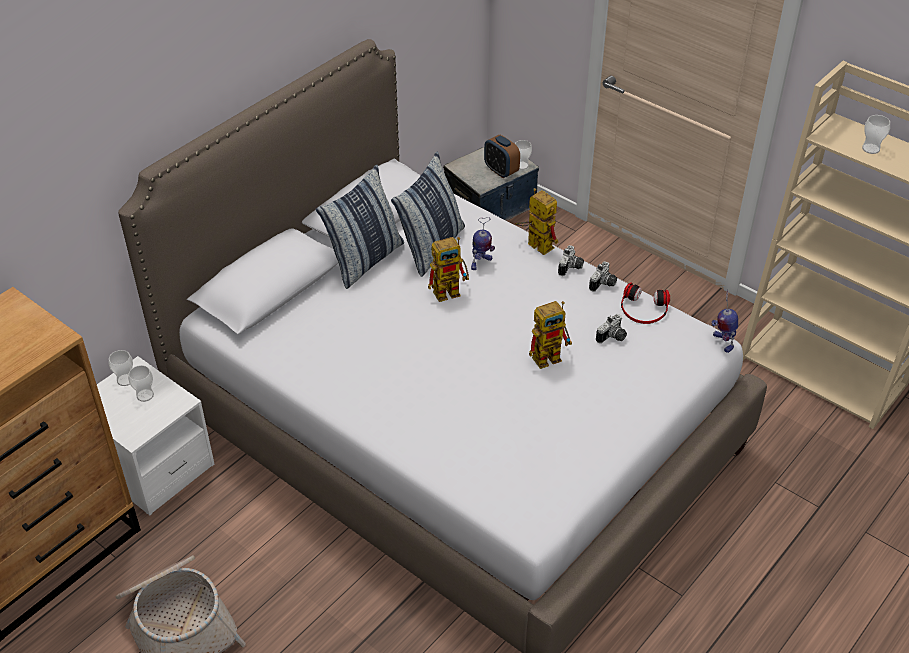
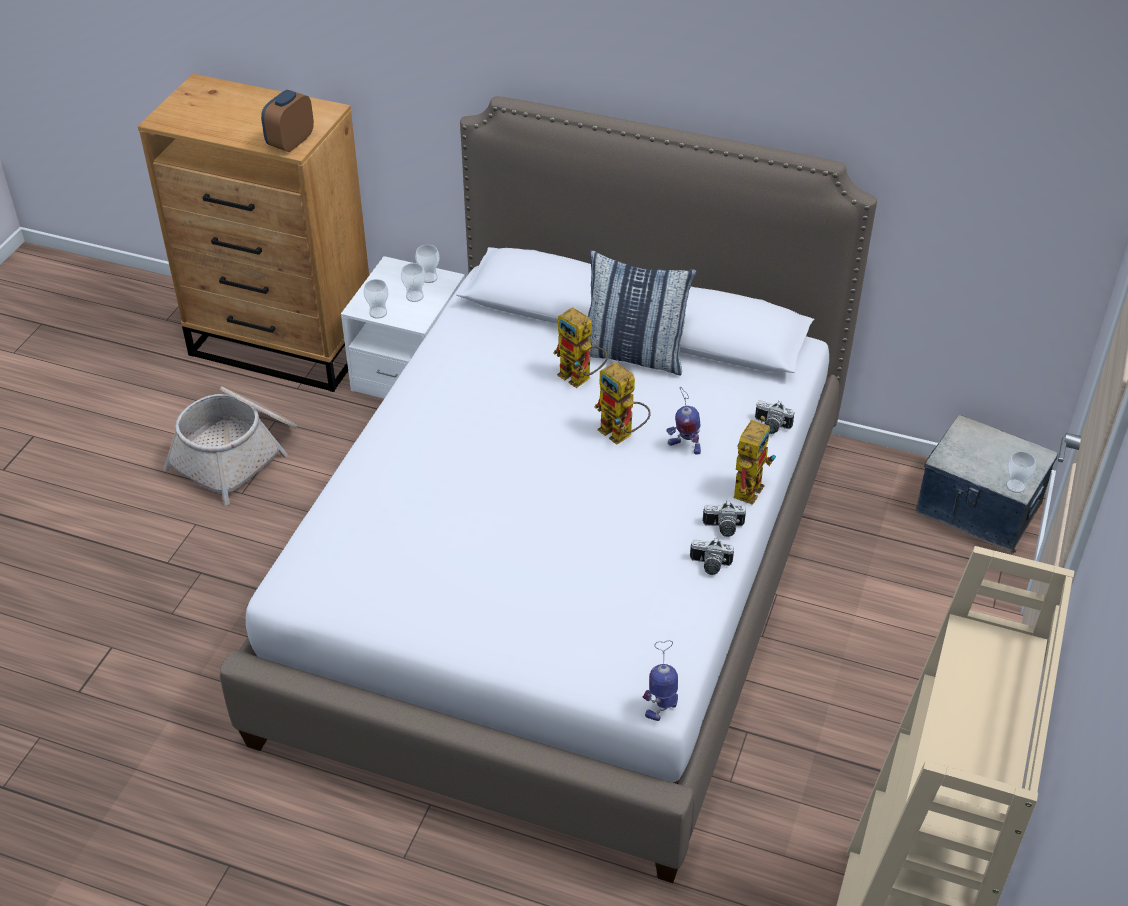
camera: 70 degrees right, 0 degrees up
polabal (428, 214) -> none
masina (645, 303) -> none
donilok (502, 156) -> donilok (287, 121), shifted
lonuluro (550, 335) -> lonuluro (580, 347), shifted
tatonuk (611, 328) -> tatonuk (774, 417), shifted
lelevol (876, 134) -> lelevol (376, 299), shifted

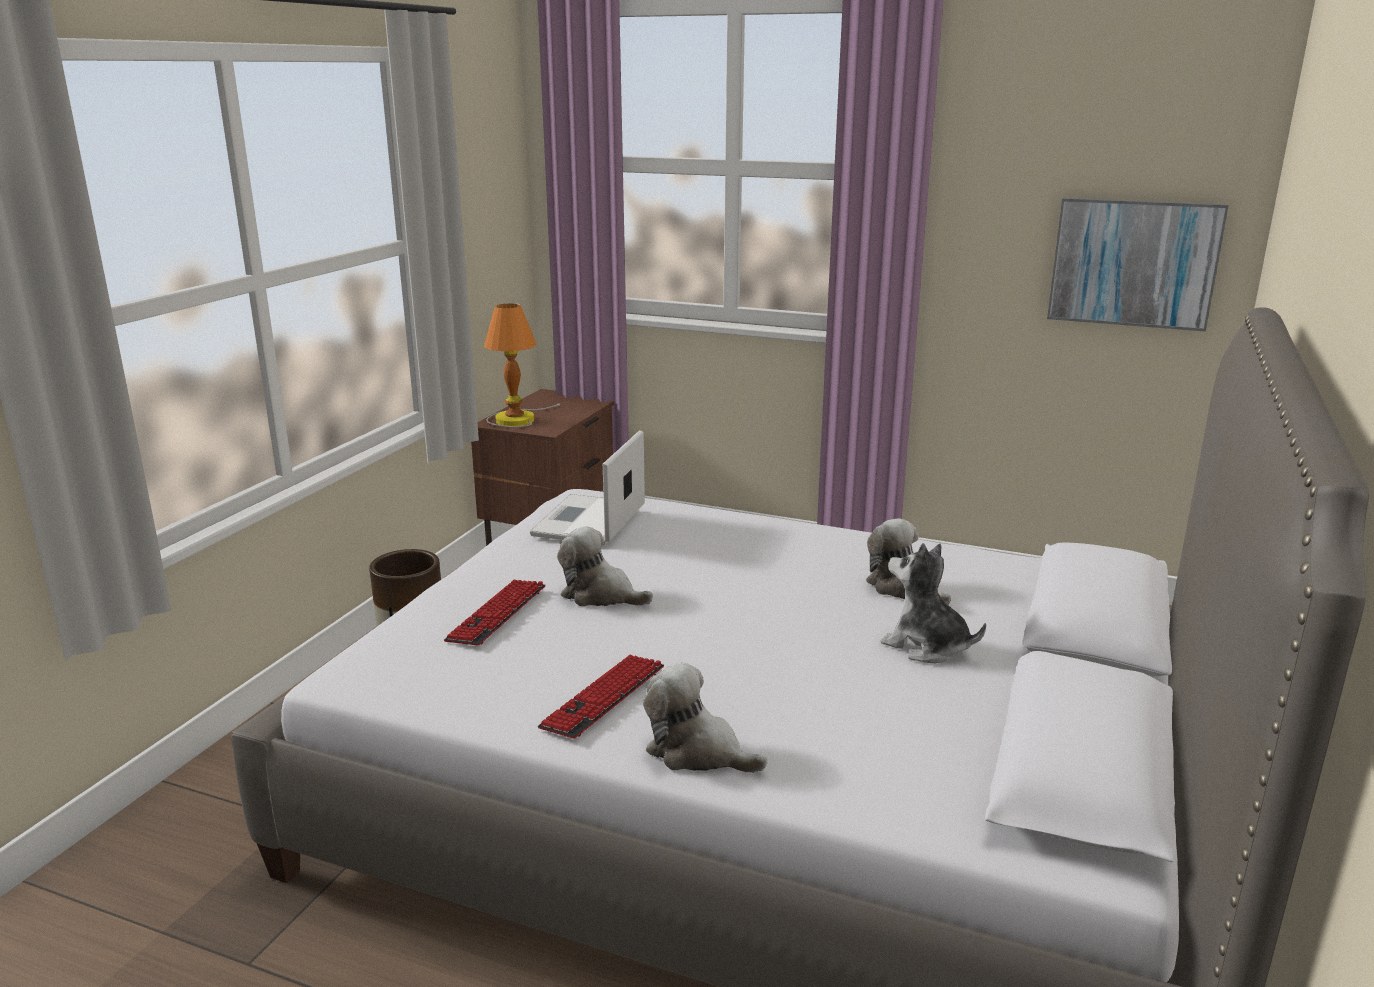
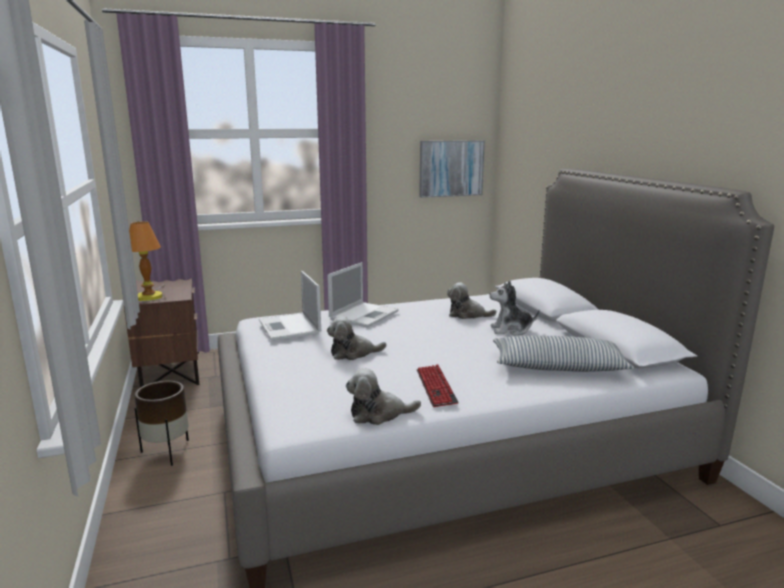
camera: 40 degrees left, 5 degrees down
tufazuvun (494, 612) -> none
none -> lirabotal (363, 295)
none -> polabal (563, 354)
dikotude (705, 718) -> dikotude (383, 396), shifted

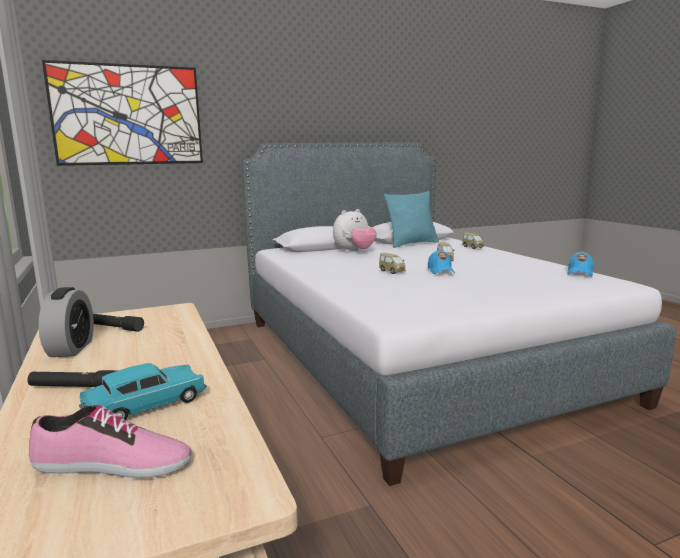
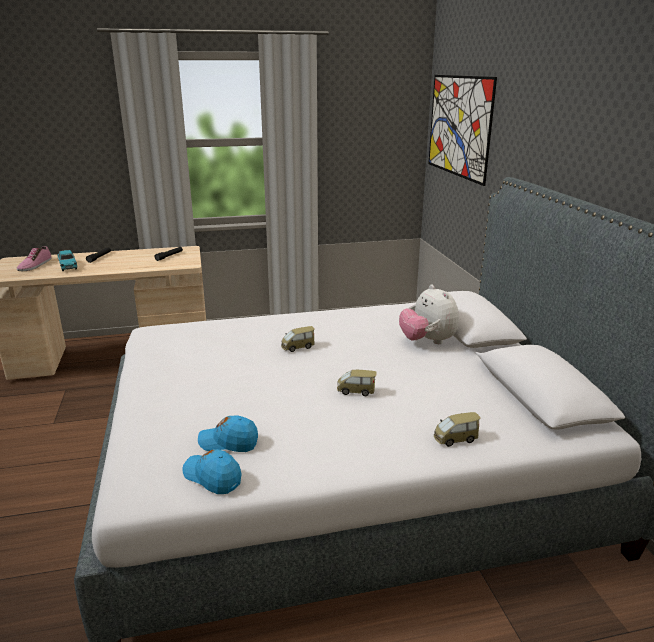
camera: 100 degrees right, 10 degrees up
donilok (66, 322) -> none
turquoise polabal (411, 219) -> none
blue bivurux (441, 262) -> blue bivurux (228, 434), shifted

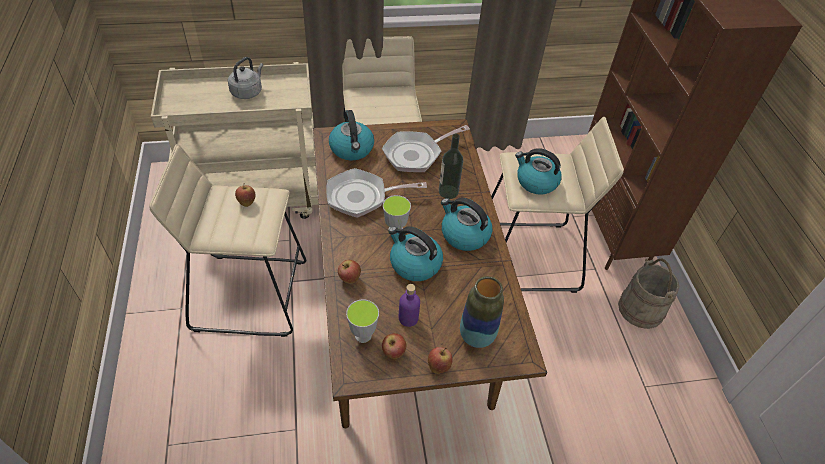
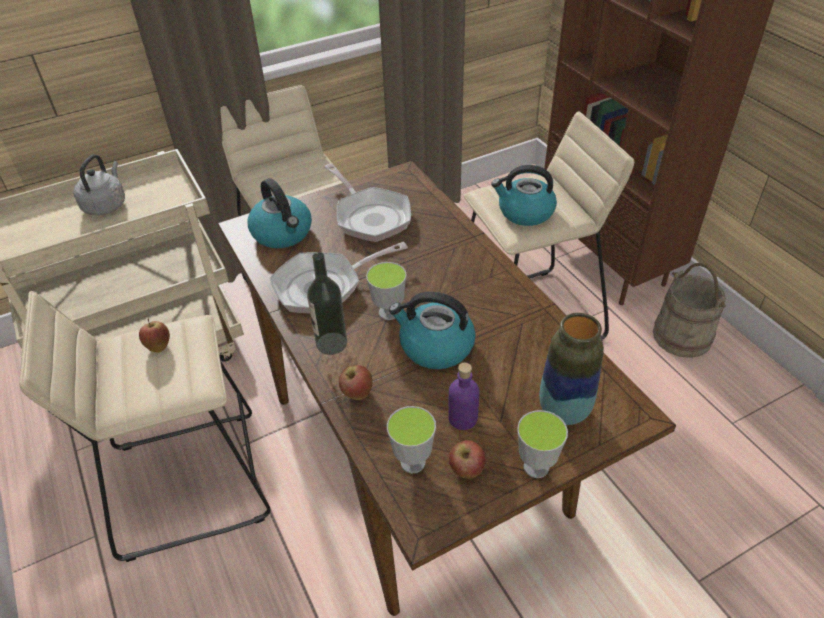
camera: 15 degrees left, 5 degrees down
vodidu (466, 224) -> none
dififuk (451, 166) -> dififuk (327, 303), shifted
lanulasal (440, 360) -> lelevol (542, 444)
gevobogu (426, 148) -> gevobogu (367, 202), 75 degrees counterclockwise

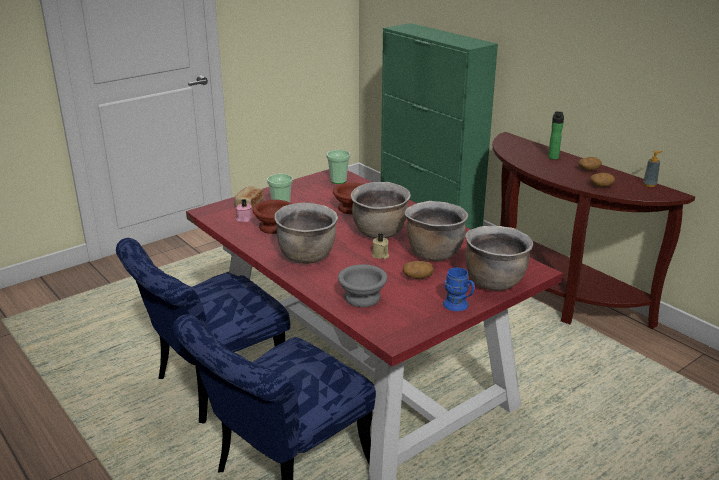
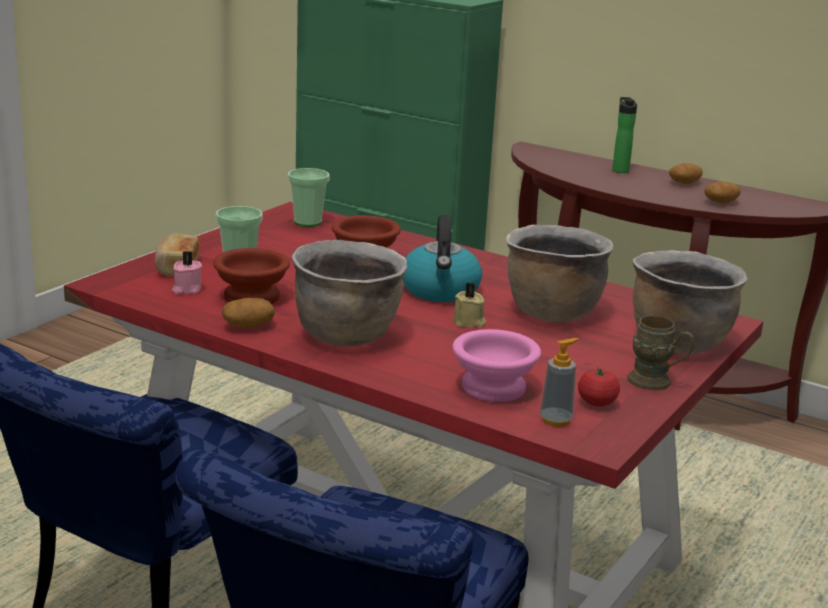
camera: 20 degrees left, 5 degrees down
none -> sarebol (599, 386)
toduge (418, 270) -> toduge (248, 313), shifted
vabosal (653, 169) -> vabosal (559, 382), shifted
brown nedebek (381, 210) -> vodidu (442, 258)
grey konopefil (362, 285) -> pink konopefil (497, 365)
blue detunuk (459, 289) -> brown detunuk (660, 353)

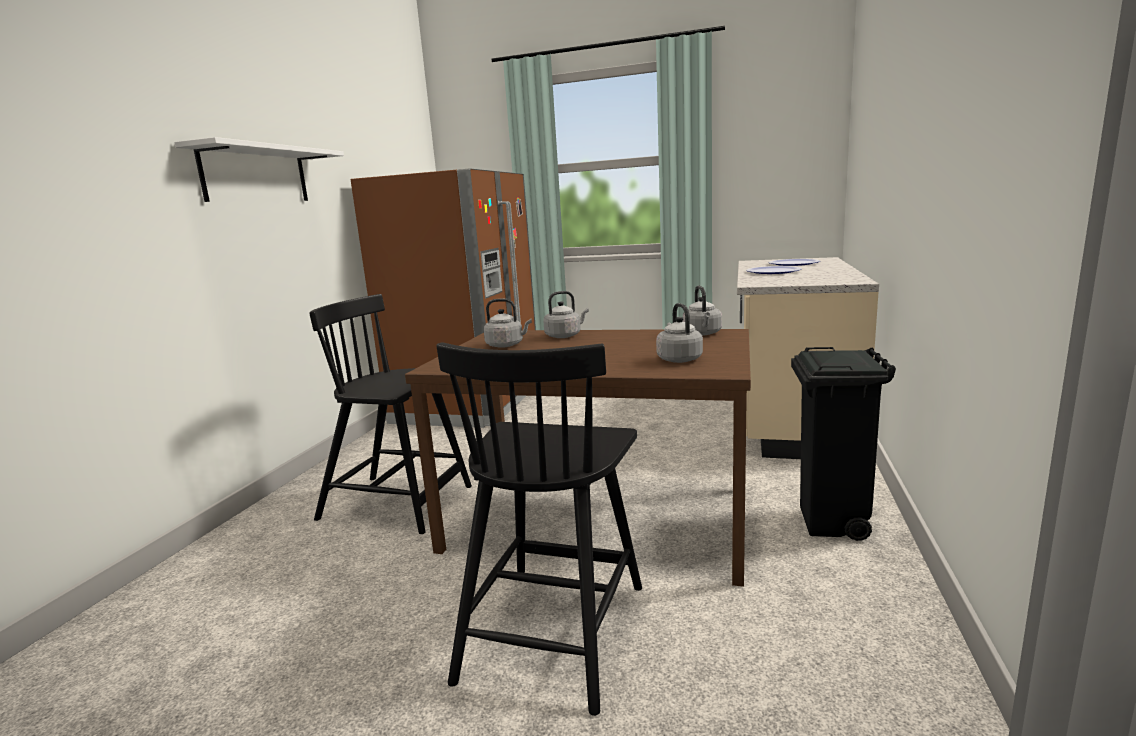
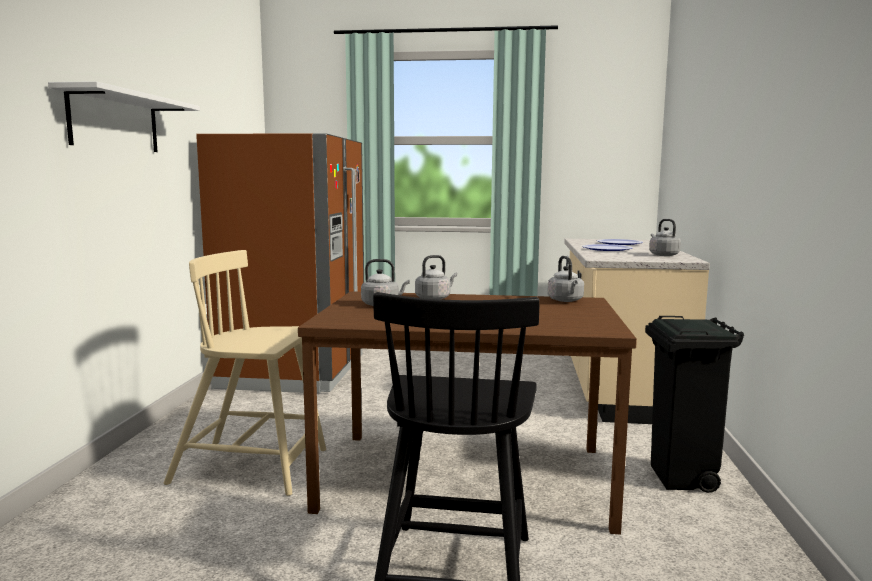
camera: 10 degrees left, 5 degrees down
grey vodidu (679, 333) -> grey vodidu (665, 237), shifted
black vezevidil (390, 414) -> beige vezevidil (245, 373)

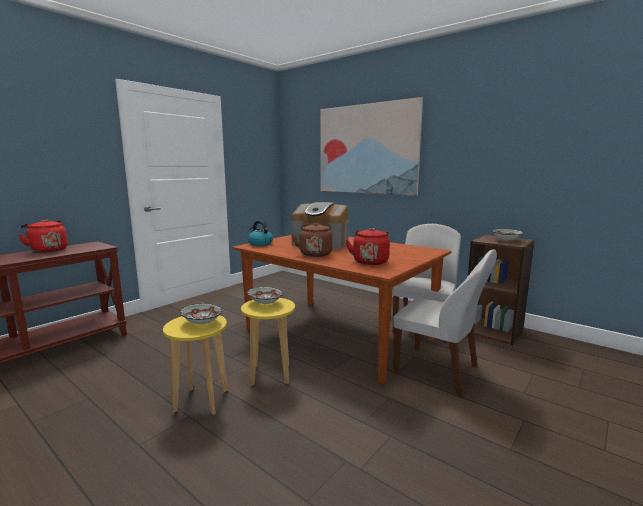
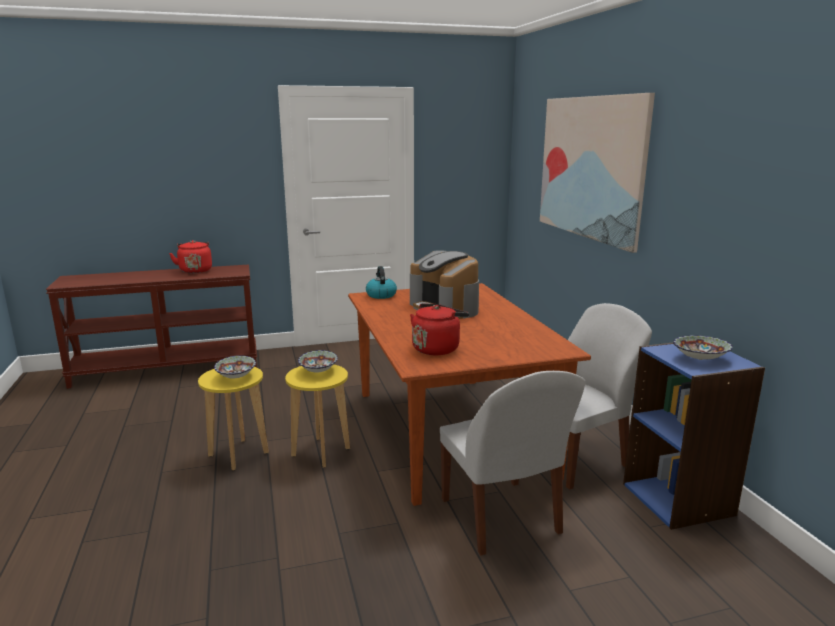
camera: 35 degrees right, 5 degrees up
brown vodidu (312, 240) -> none
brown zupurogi (501, 289) -> blue zupurogi (694, 436)

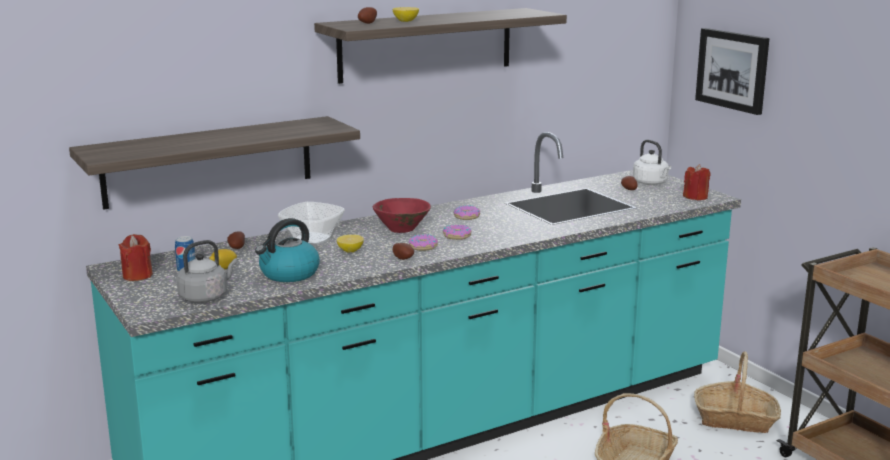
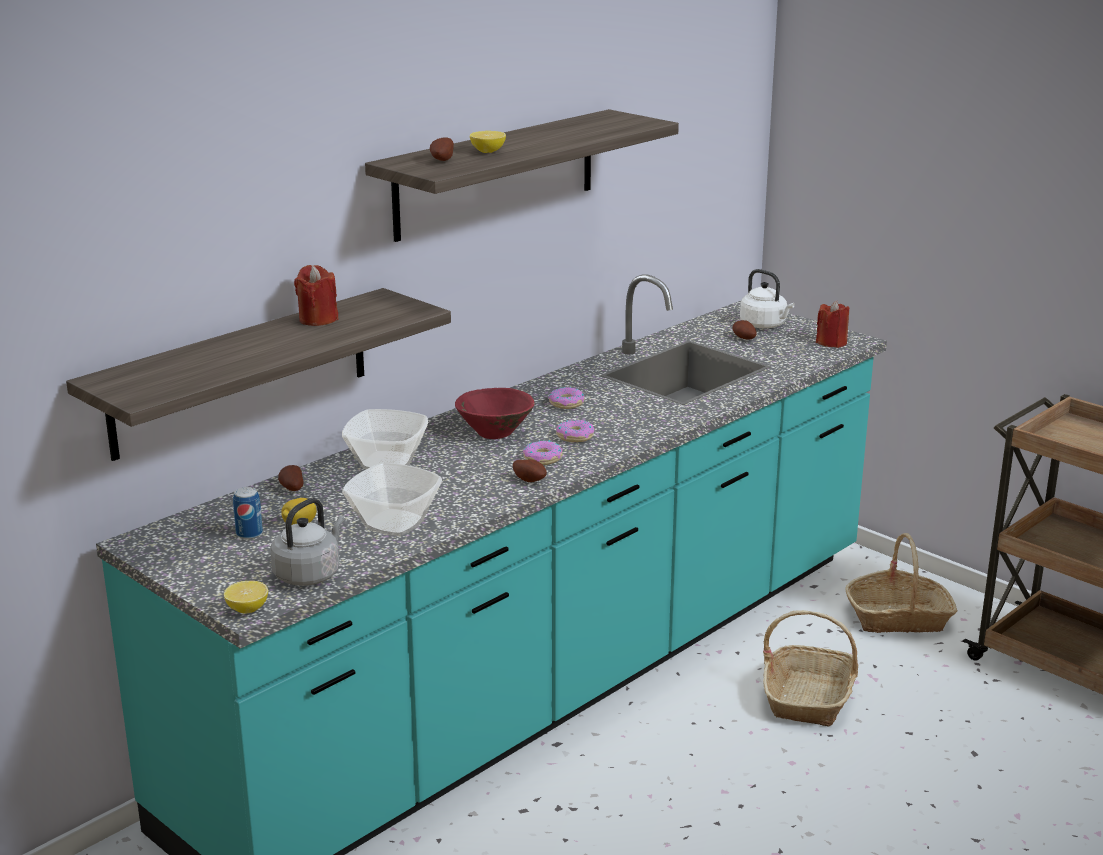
camera: 15 degrees left, 5 degrees up
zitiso (732, 71) -> none
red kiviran (136, 257) -> red kiviran (316, 295), shifted
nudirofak (350, 243) -> nudirofak (246, 597), shifted
vodidu (287, 250) -> konopefil (392, 499)

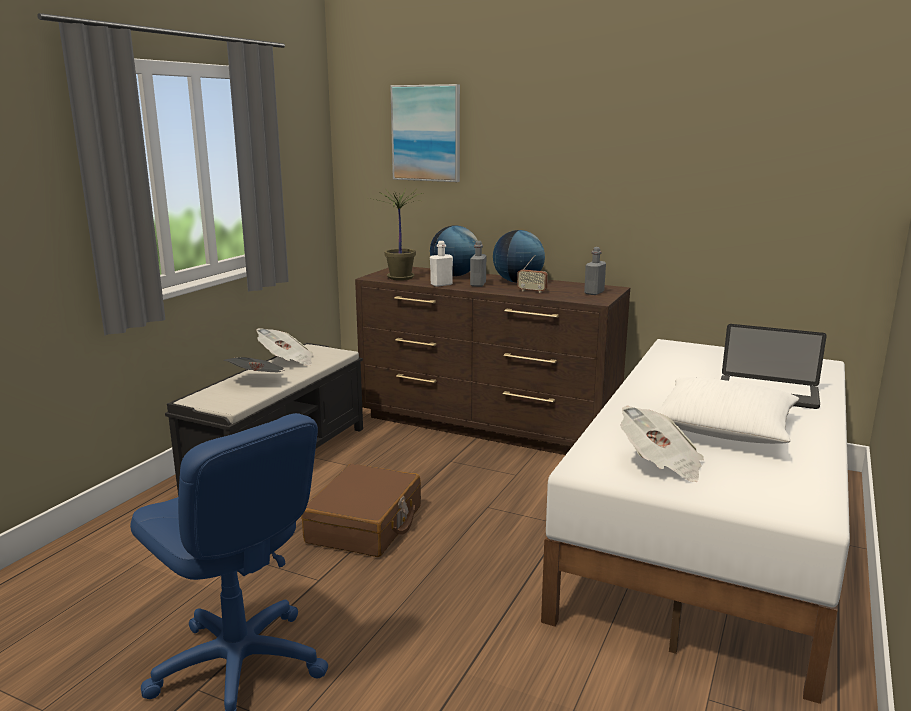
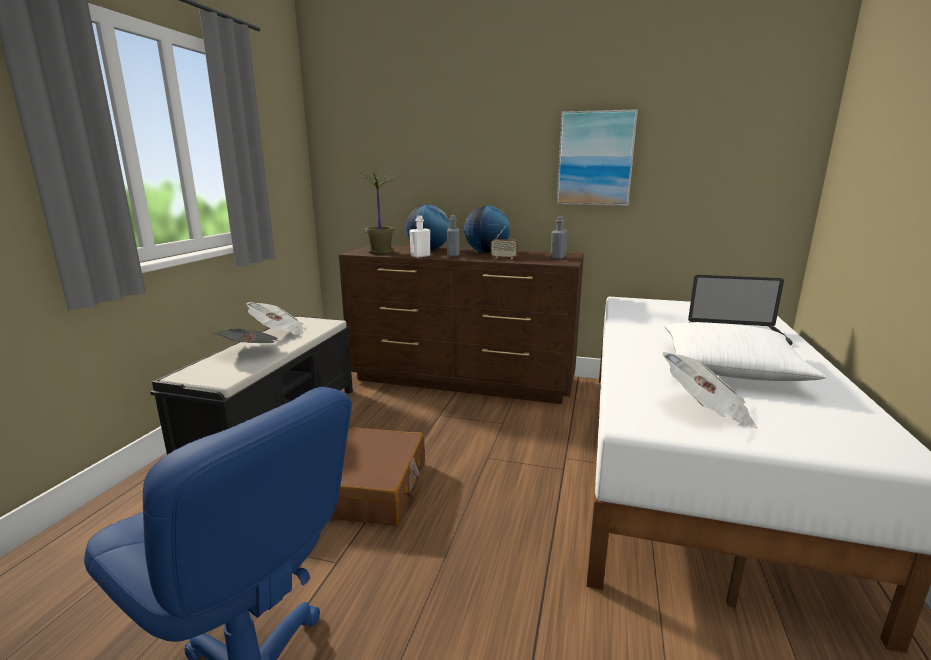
camera: 10 degrees left, 0 degrees up
zitiso (425, 133) -> zitiso (597, 157), shifted

